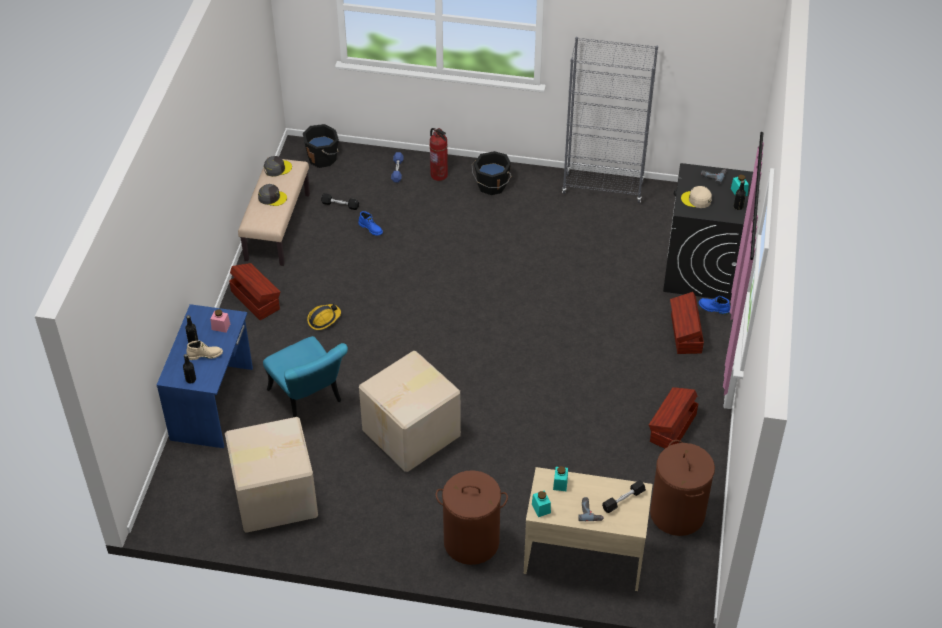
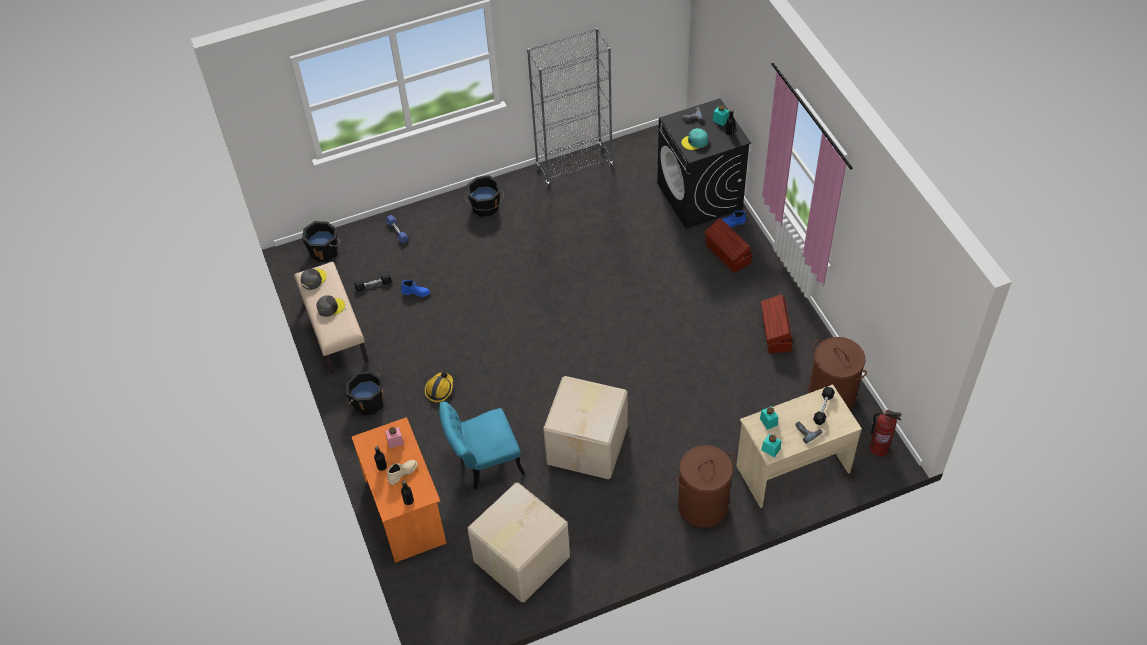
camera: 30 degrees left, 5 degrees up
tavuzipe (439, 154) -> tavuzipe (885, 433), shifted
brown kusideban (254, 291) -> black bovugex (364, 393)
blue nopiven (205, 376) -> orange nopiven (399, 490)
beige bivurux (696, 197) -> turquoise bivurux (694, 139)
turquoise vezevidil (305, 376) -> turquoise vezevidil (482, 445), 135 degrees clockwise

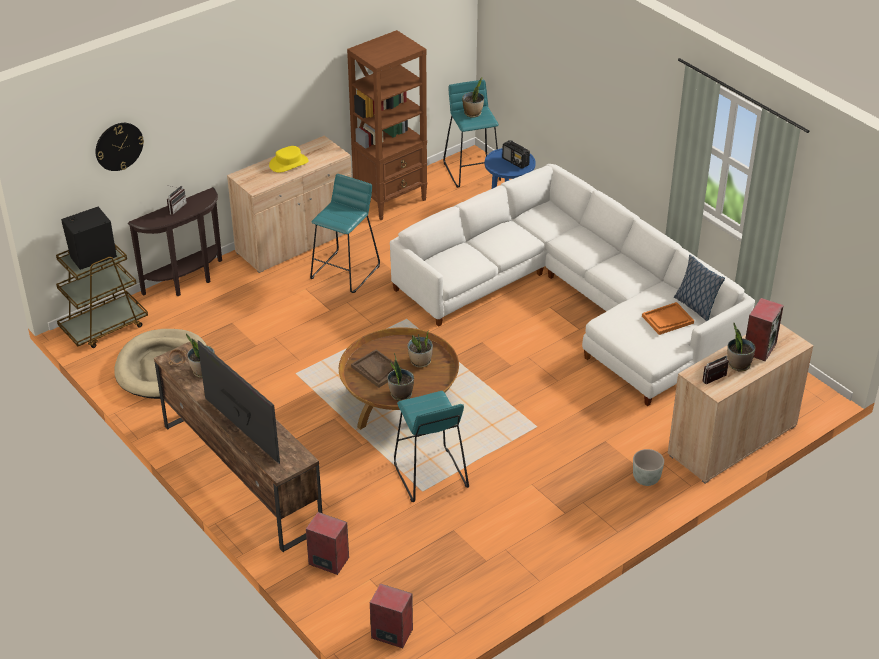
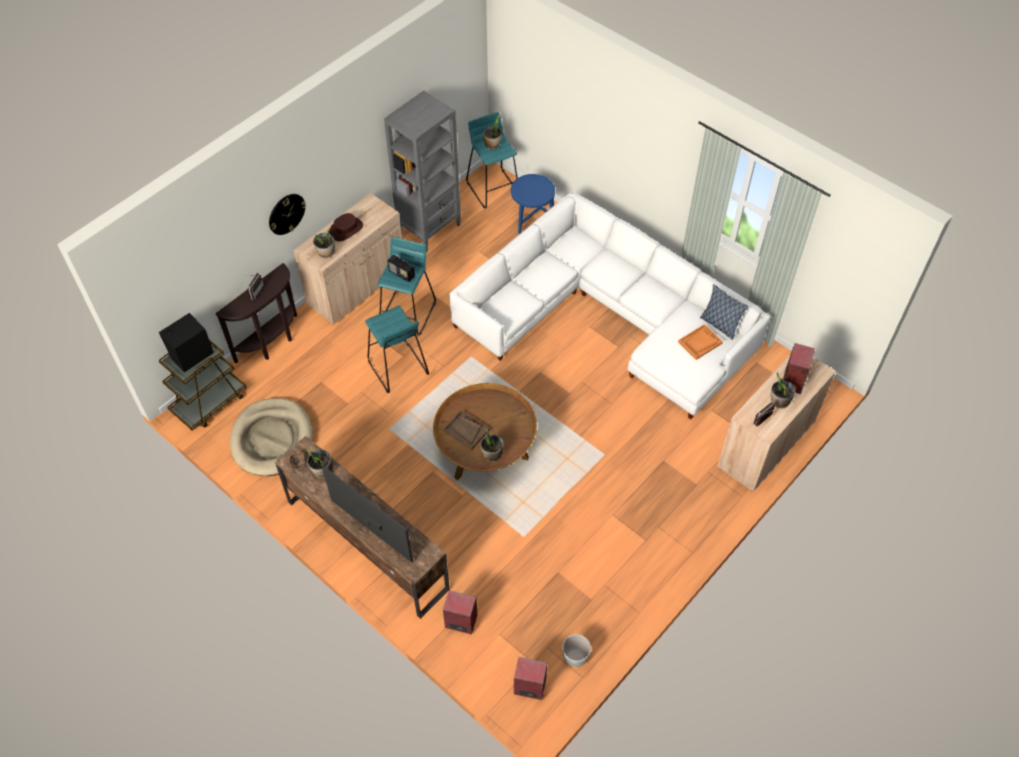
camera: 10 degrees left, 15 degrees up
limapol (120, 147) -> limapol (287, 214), shifted
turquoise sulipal (431, 446) -> turquoise sulipal (397, 349), shifted
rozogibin (420, 349) -> rozogibin (324, 244), shifted
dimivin (516, 154) -> dimivin (401, 268), shifted
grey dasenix (648, 467) -> grey dasenix (576, 650), shifted
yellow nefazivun (289, 159) -> brown nefazivun (346, 227)
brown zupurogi (387, 125) -> grey zupurogi (422, 171)

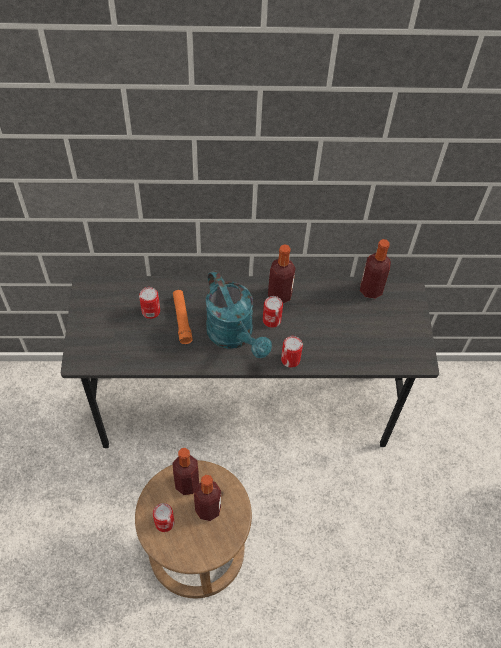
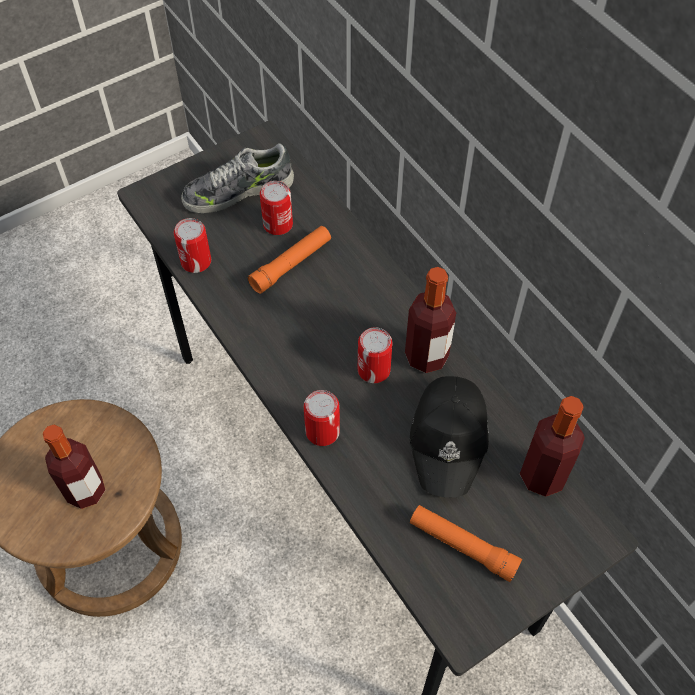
camera: 60 degrees right, 0 degrees up
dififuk (186, 471) -> none
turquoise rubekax (239, 314) -> none
none -> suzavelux (237, 178)
none -> black bivurux (449, 437)
none -> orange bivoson (466, 543)
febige (163, 517) -> febige (192, 245), shifted

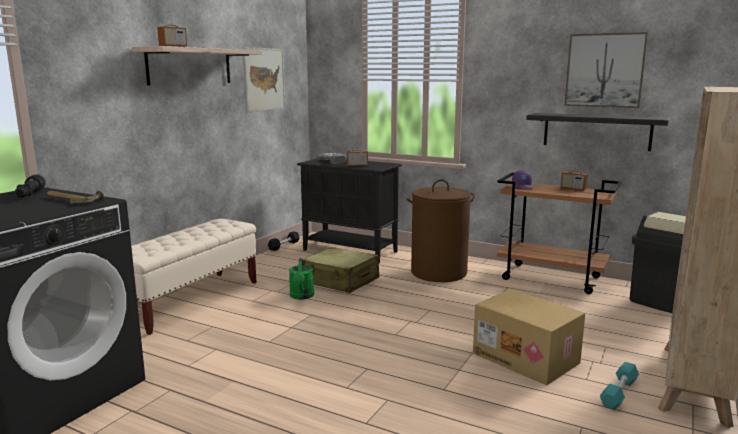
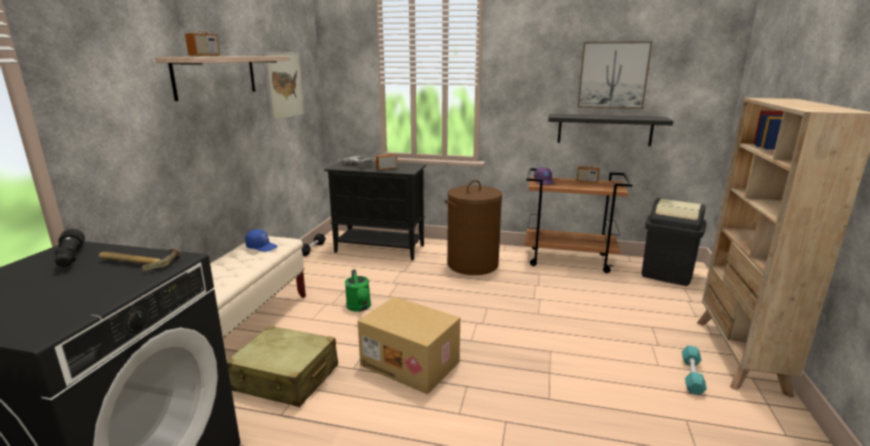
camera: 15 degrees left, 5 degrees up
none -> blue bivurux (261, 240)
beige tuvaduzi (341, 270) -> beige tuvaduzi (282, 366), shifted
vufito (529, 337) -> vufito (409, 345), shifted

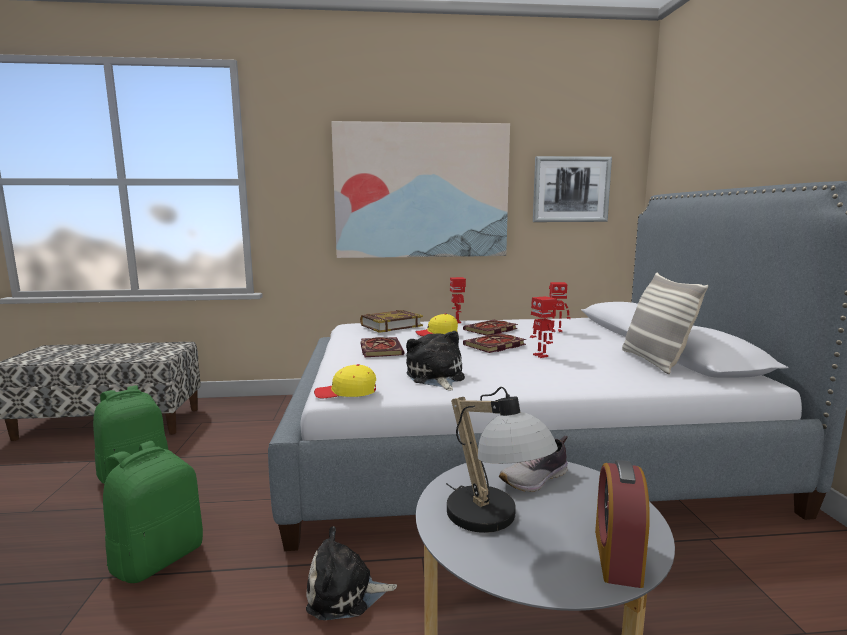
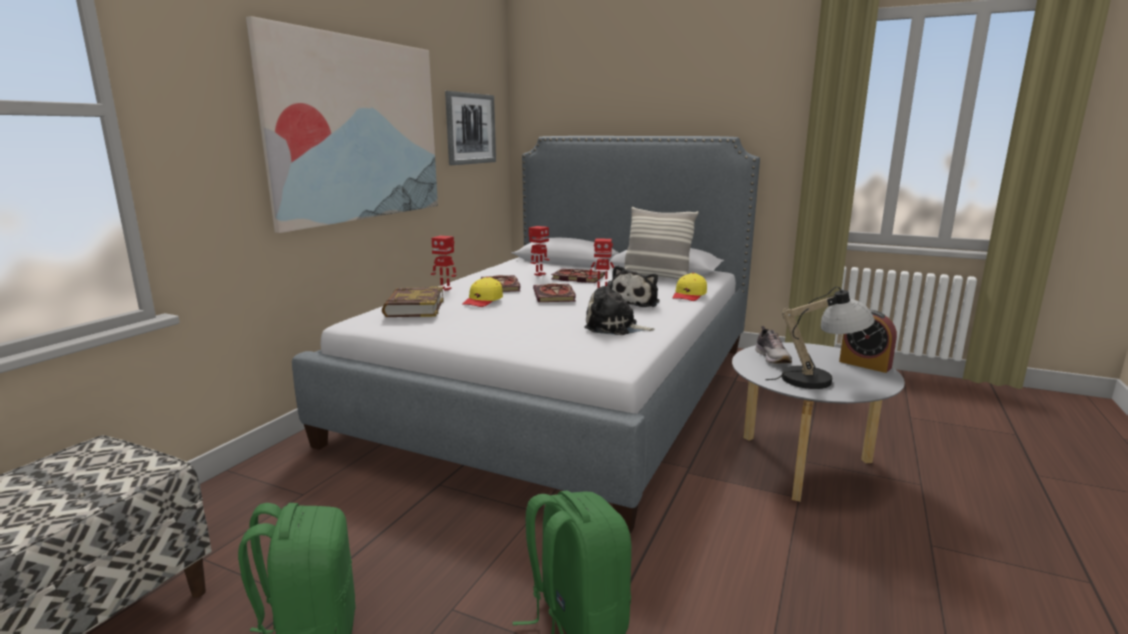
camera: 60 degrees left, 5 degrees up
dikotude (351, 573) -> dikotude (636, 286), shifted
yellow bivurux (345, 381) -> yellow bivurux (689, 287), shifted
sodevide (382, 347) -> sodevide (578, 275), shifted

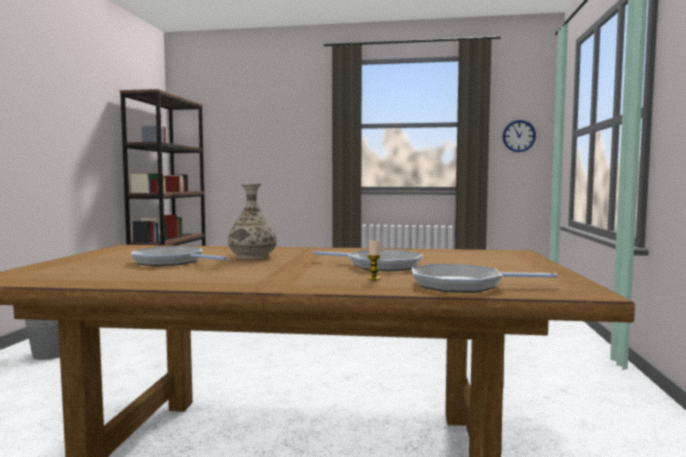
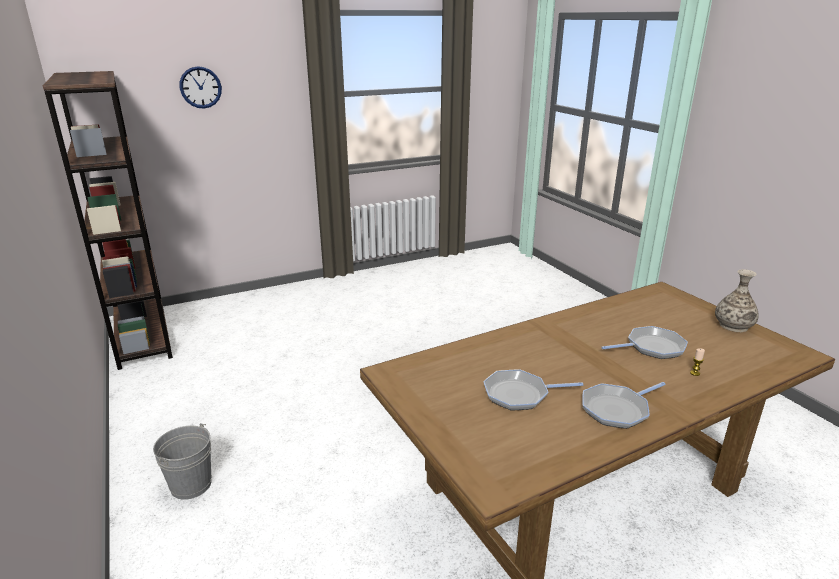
camera: 35 degrees left, 20 degrees up
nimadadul (252, 222) -> nimadadul (737, 300), shifted
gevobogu (485, 278) -> gevobogu (624, 405), shifted
limapol (519, 136) -> limapol (201, 87), shifted

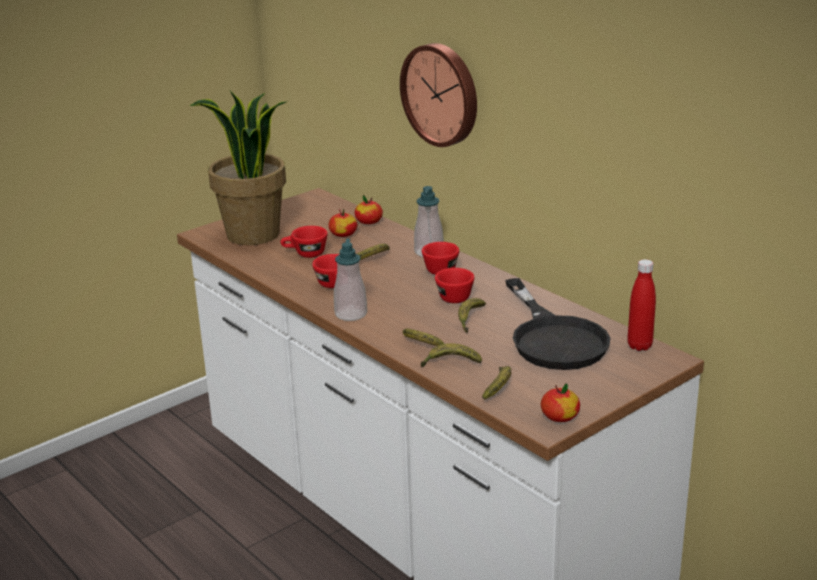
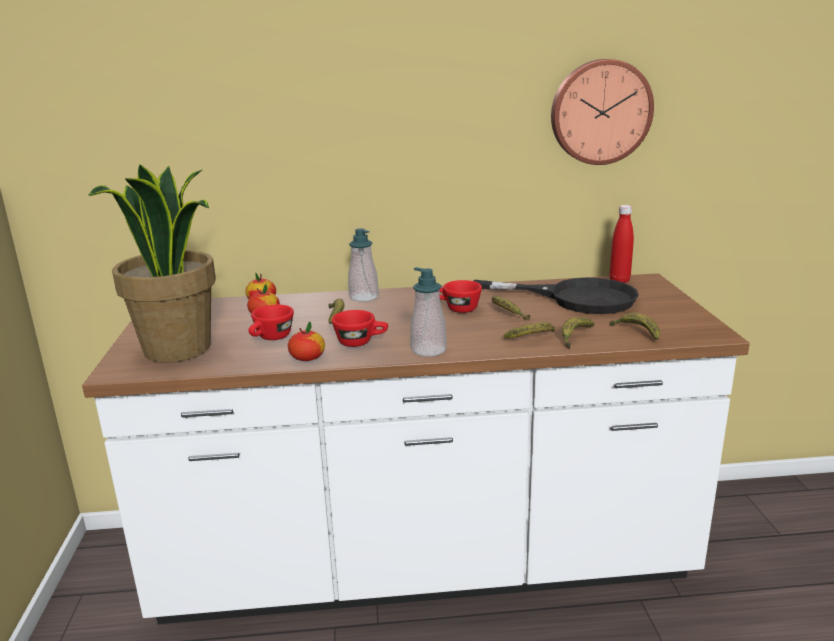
camera: 55 degrees left, 5 degrees down
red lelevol (440, 258) -> none
limapol (438, 95) -> limapol (602, 112), shifted
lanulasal (560, 402) -> lanulasal (306, 341), shifted

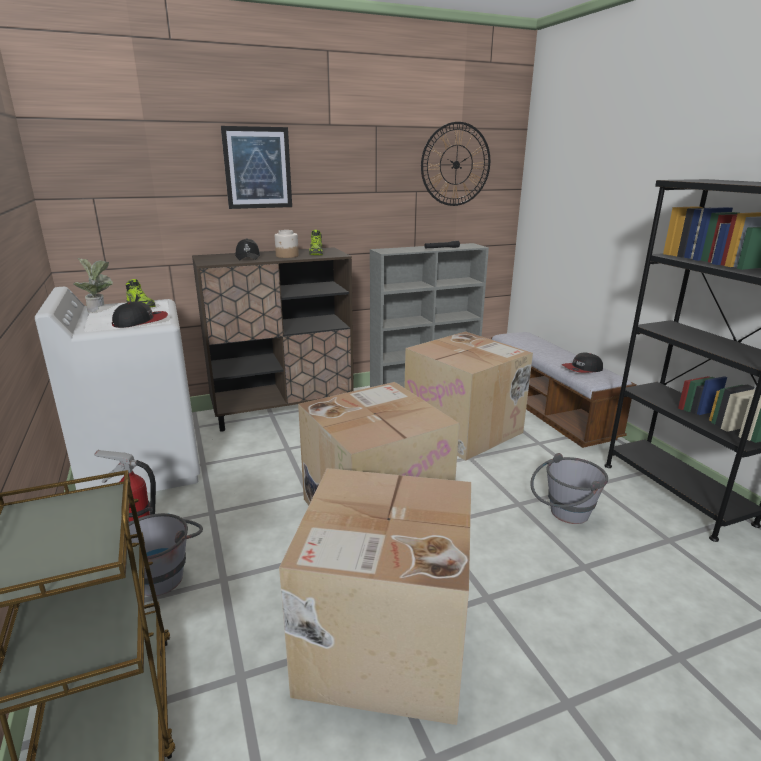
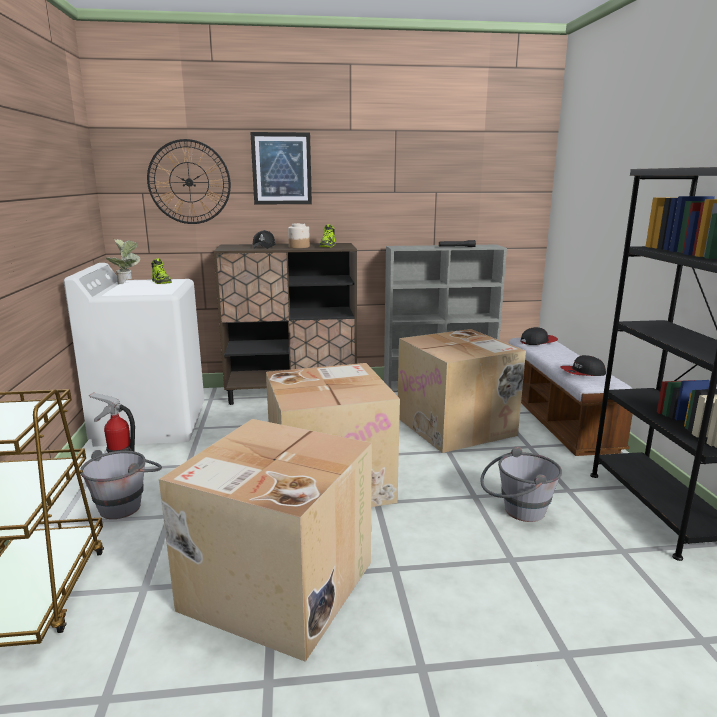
camera: 15 degrees right, 5 degrees down
bivurux (140, 314) -> bivurux (539, 336), shifted
limapol (455, 164) -> limapol (189, 181), shifted

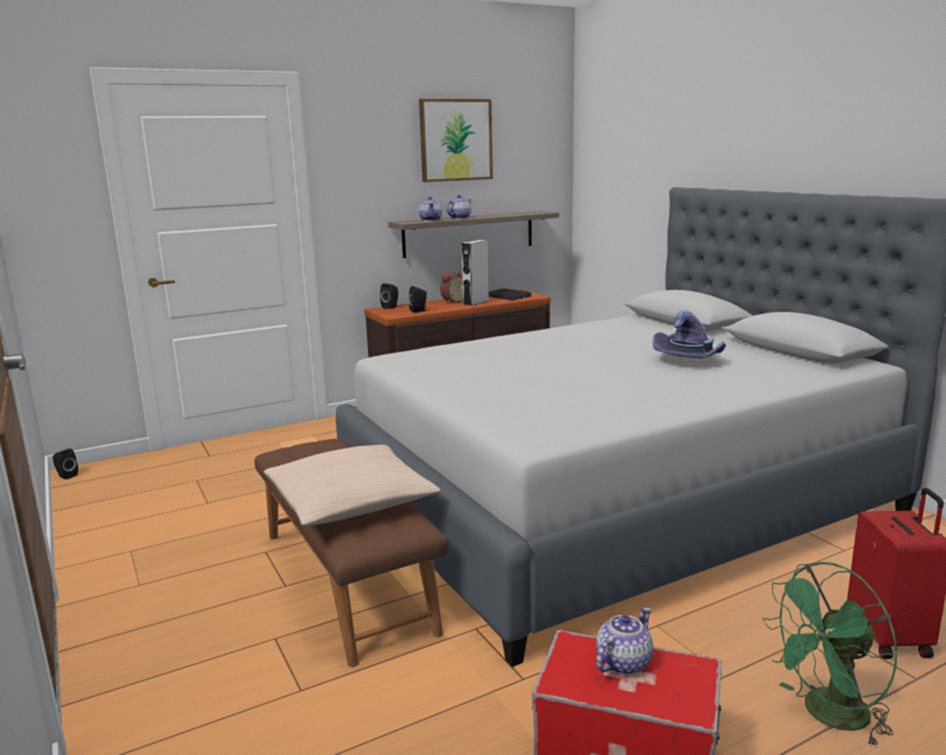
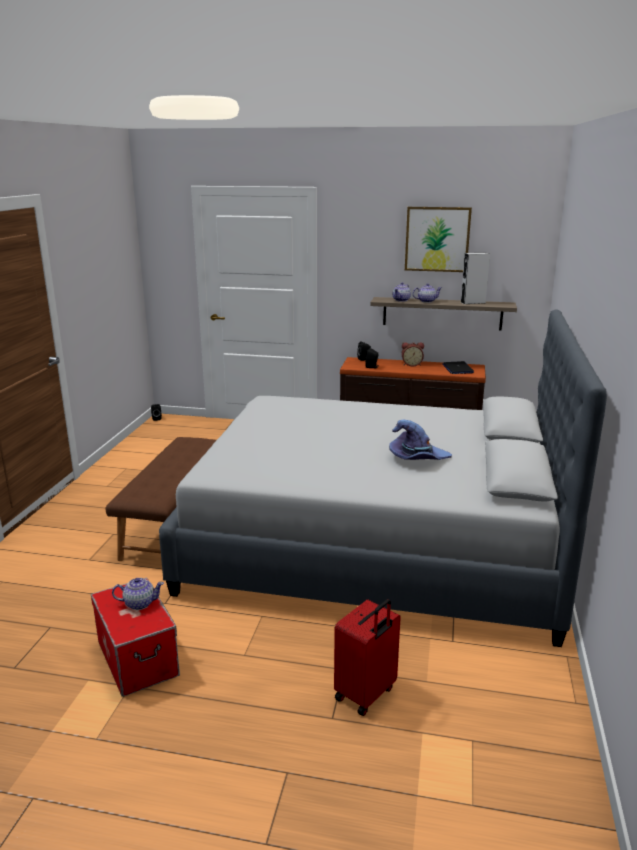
camera: 40 degrees right, 5 degrees up
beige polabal (352, 485) -> none
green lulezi (830, 655) -> none
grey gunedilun (475, 273) -> grey gunedilun (475, 278), shifted

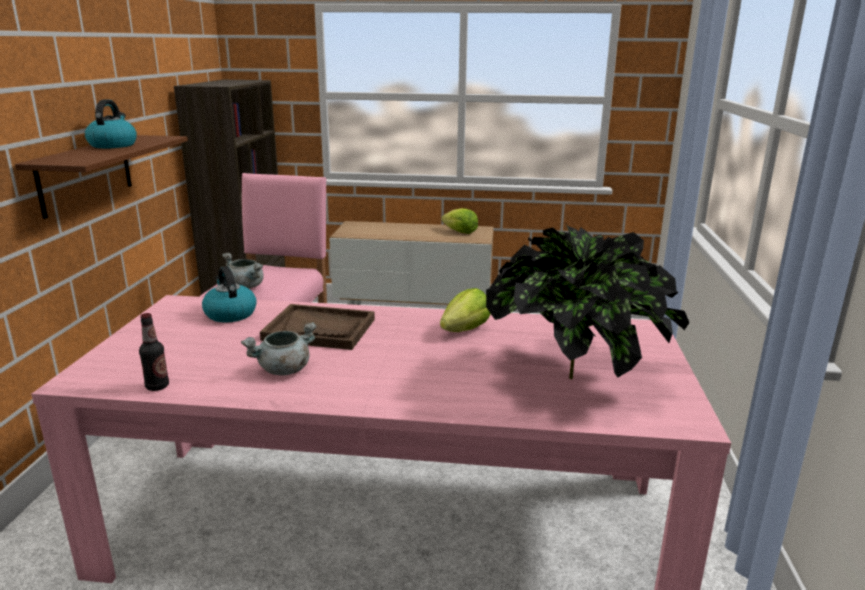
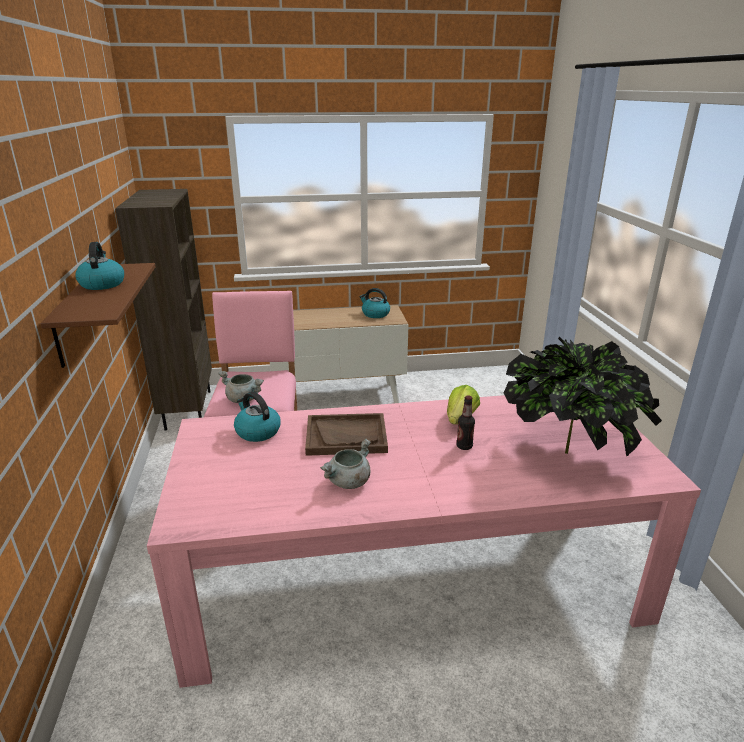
camera: 15 degrees left, 5 degrees up
dififuk (154, 352) -> dififuk (465, 422), shifted
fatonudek (459, 221) -> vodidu (375, 303)

